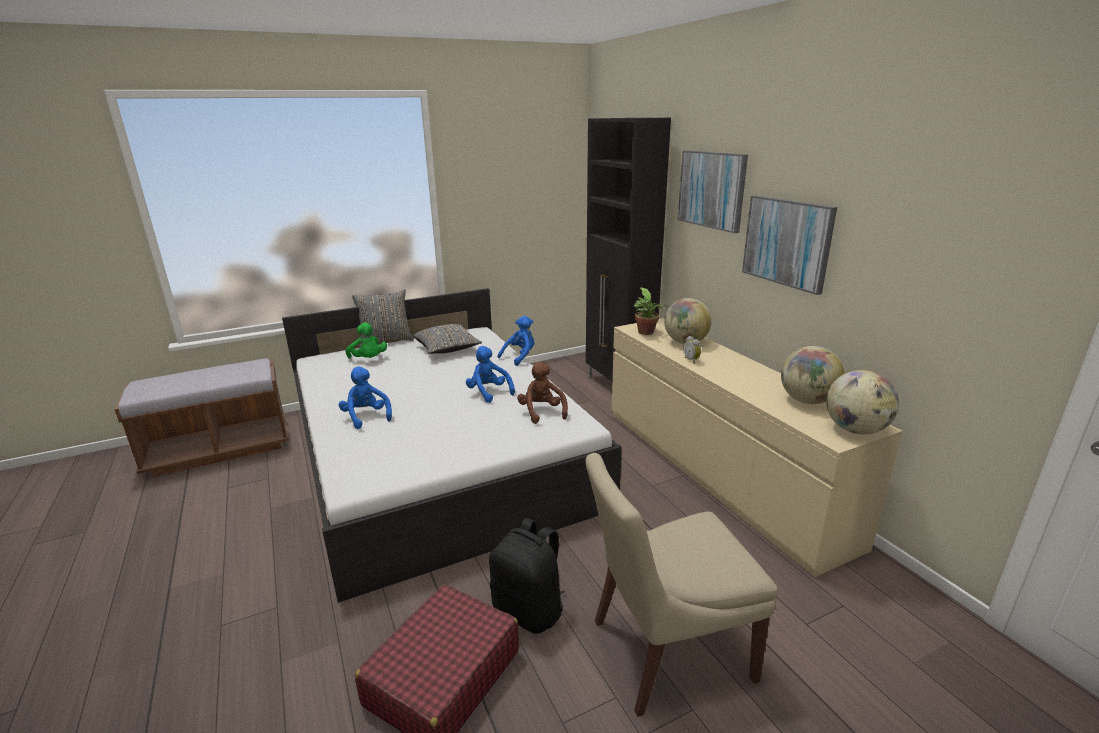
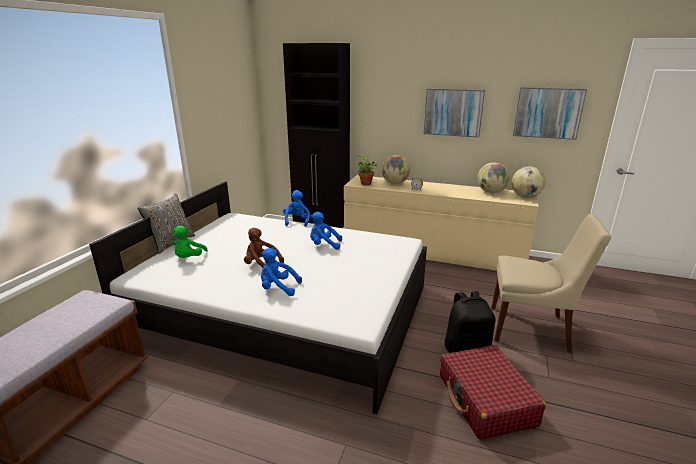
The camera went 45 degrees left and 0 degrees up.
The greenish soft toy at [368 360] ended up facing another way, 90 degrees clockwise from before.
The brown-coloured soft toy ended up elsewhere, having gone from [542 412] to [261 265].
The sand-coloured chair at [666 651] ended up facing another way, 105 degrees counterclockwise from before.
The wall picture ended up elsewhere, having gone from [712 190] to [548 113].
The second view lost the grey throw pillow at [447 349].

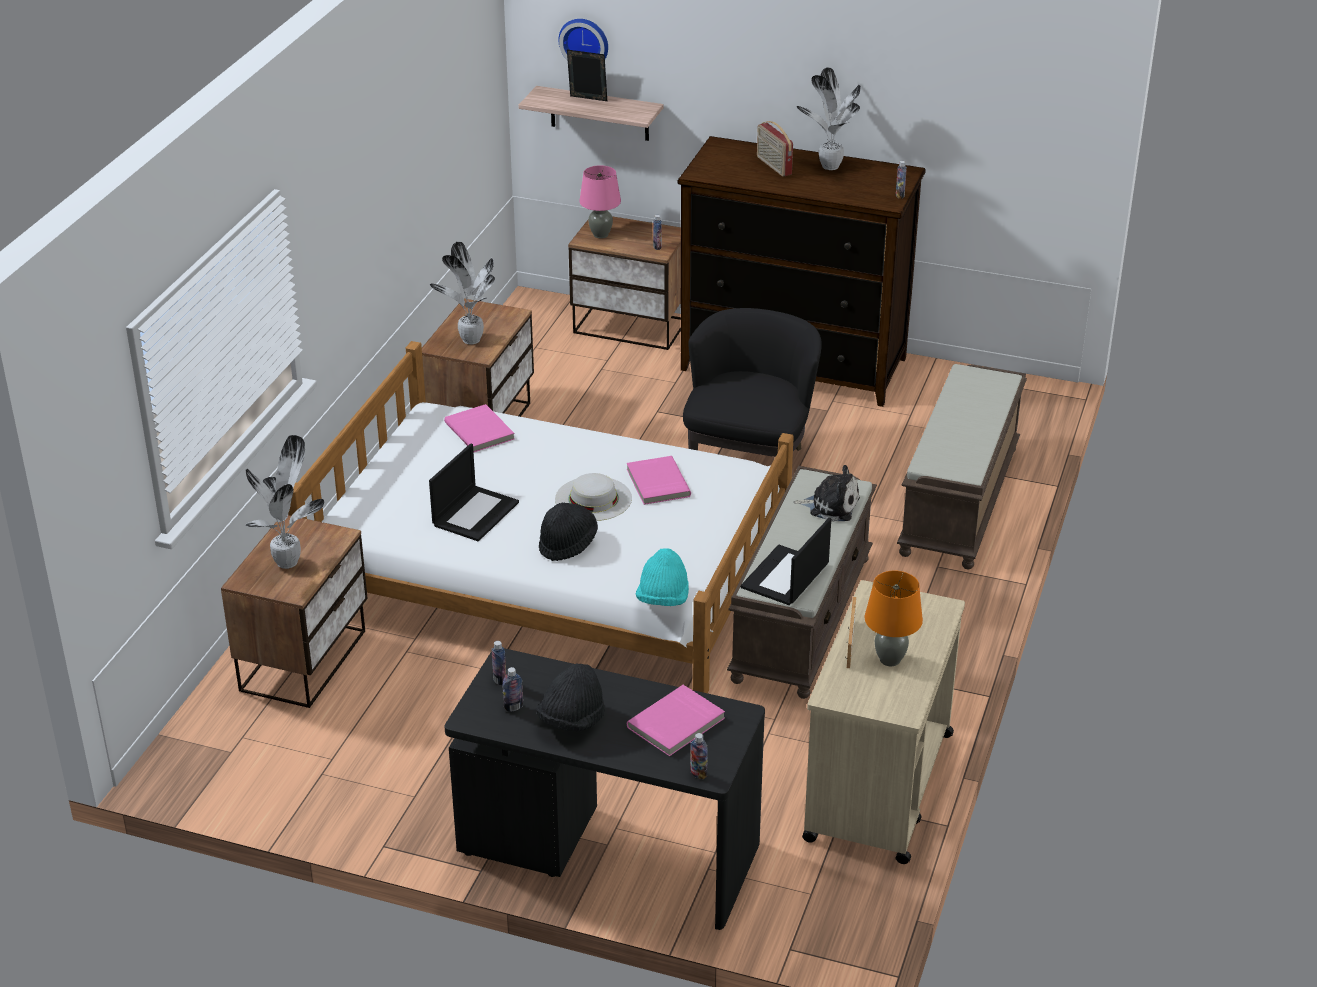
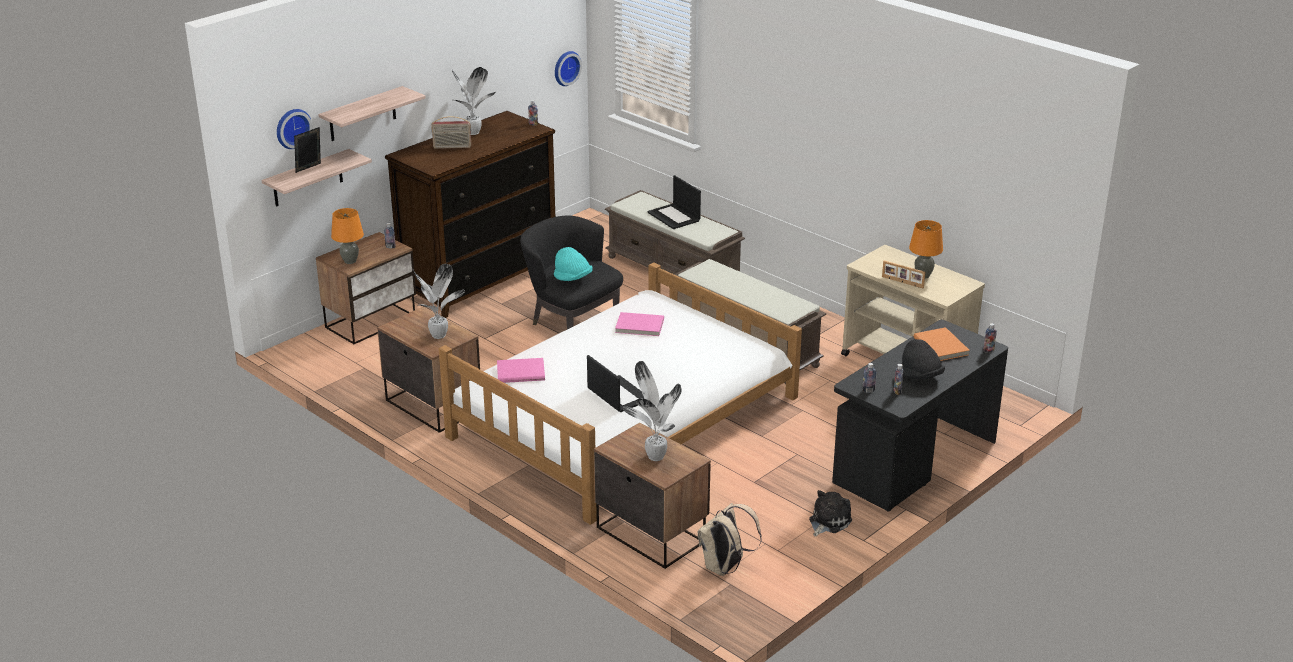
The camera went 65 degrees left and 5 degrees down.
The second view gained the bracket shelf at [362 114].
What was the pink lamp for a table at [600 235] turned into the orangey lamp for a table at [350 261].
The blue-green hat ended up elsewhere, having gone from [663 599] to [573 278].
The second view gained the hanging clock at [565 67].
The notebook computer ended up elsewhere, having gone from [785 577] to [674 217].
The second view gained the sand-coloured knapsack at [725 568].
The soft toy ended up elsewhere, having gone from [831 505] to [828 521].
What was the pink book at [677 724] turned into the orangey book at [942 346].
The second view lost the blackish hat at [567 544].
The second view lost the white-coloured hat at [593 498].

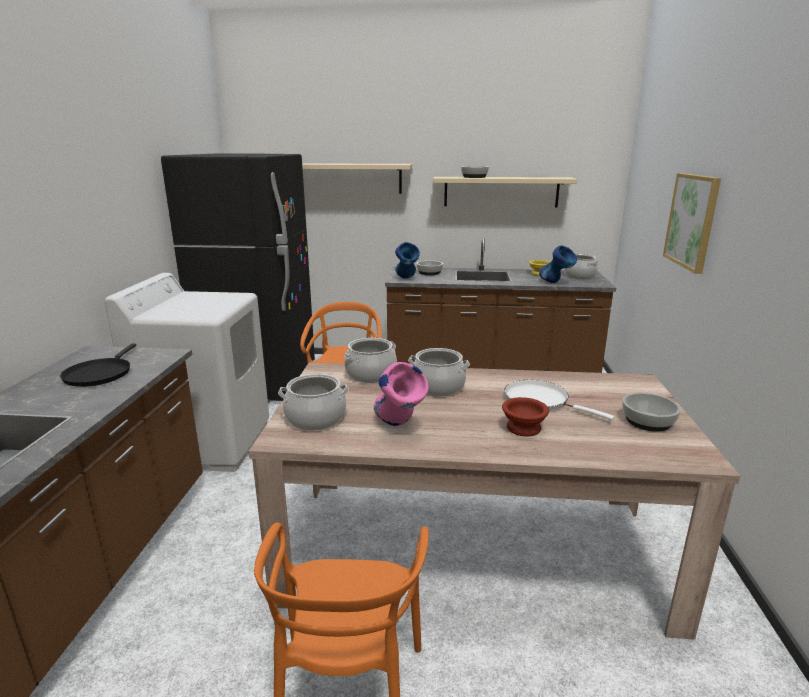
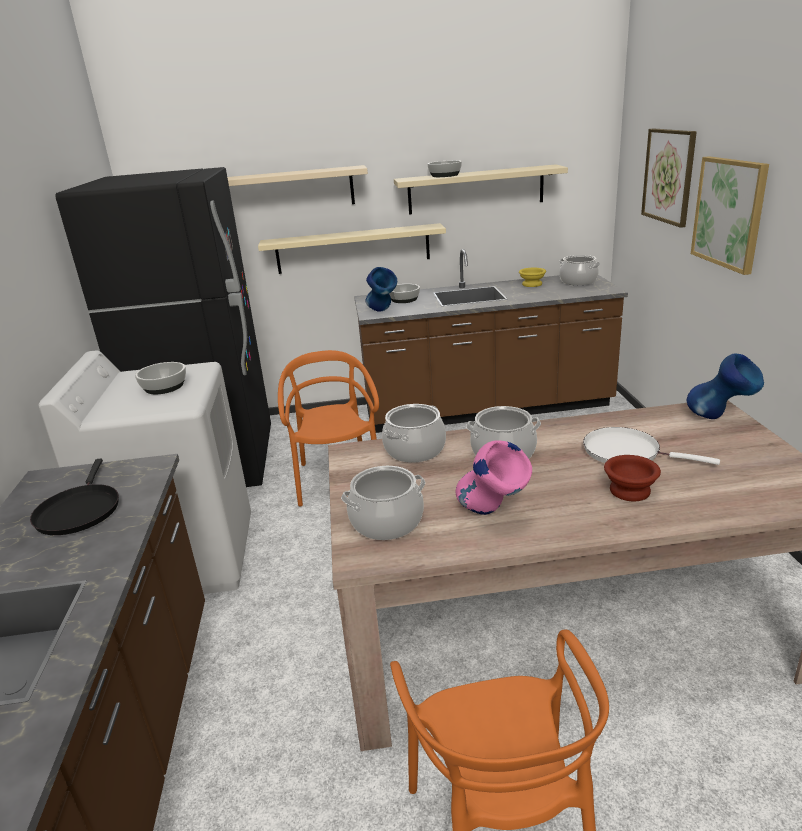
The camera went 10 degrees left and 5 degrees up.
The bowl ended up elsewhere, having gone from [648 421] to [165 387].
The second view gained the sand-coloured bracket shelf at [353 249].
The second view gained the wall picture at [669 176].
The blue-coloured flower vase ended up elsewhere, having gone from [556 283] to [720 419].

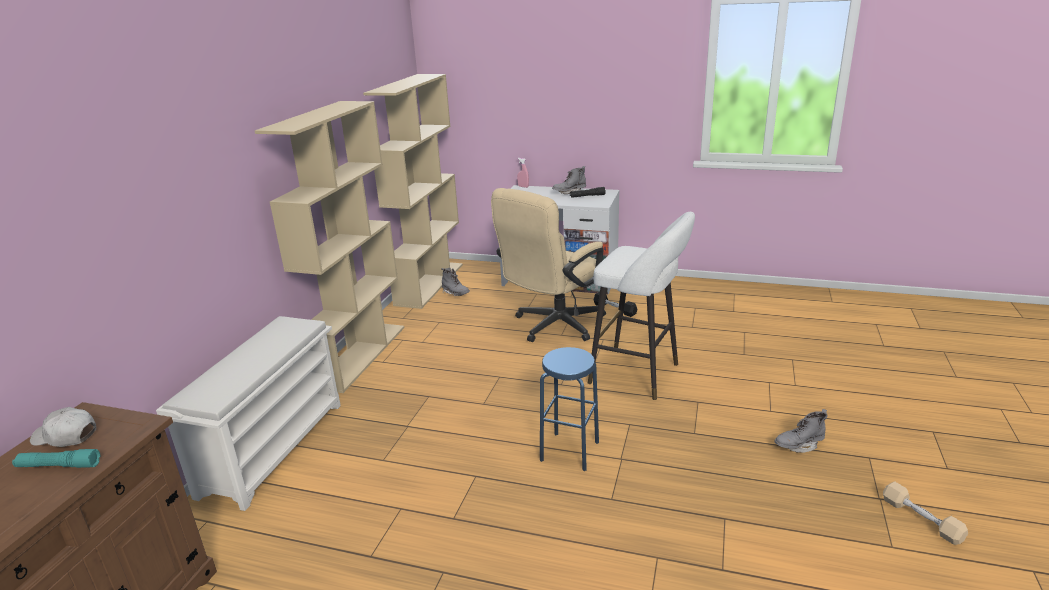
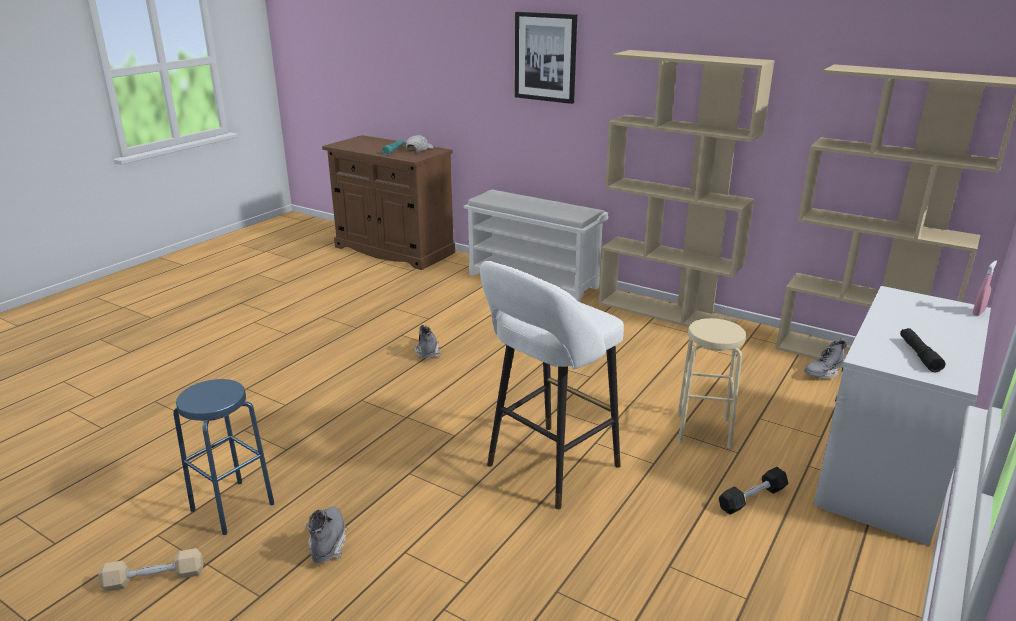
The camera went 105 degrees right and 0 degrees up.
The blue-coloured stool ended up elsewhere, having gone from [569 451] to [233 507].
The grey tall boot ended up elsewhere, having gone from [569 192] to [427 351].
The second view gained the wall picture at [545 57].
Where the sand-coloured computer chair stood at [553 326], the sand-coloured stool came to stand at [703 430].

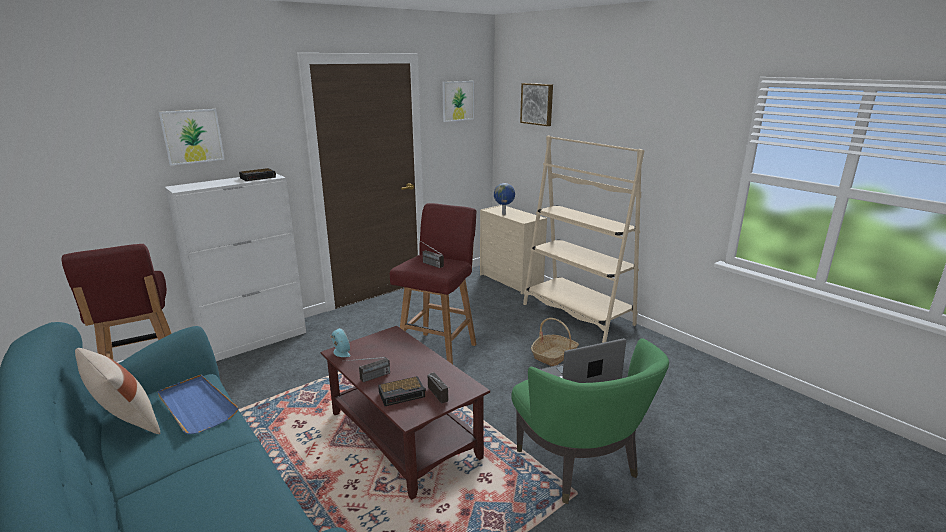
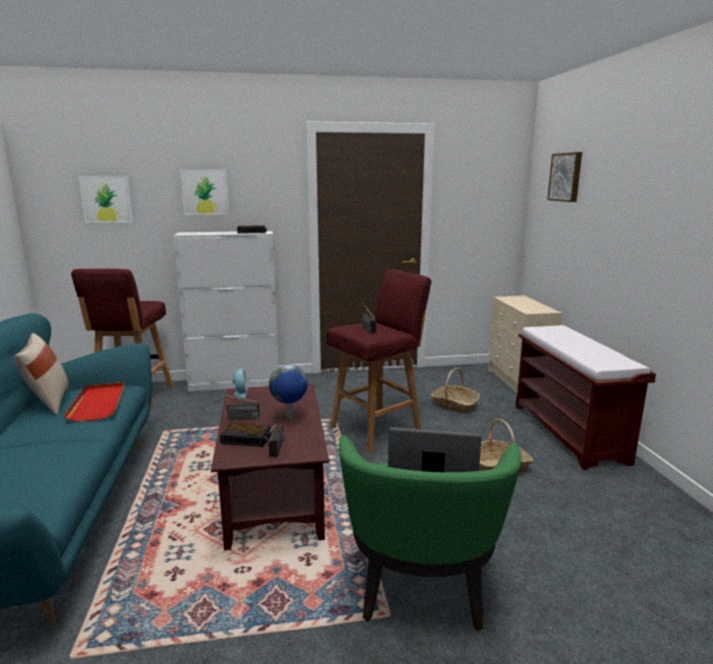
The camera went 30 degrees right and 5 degrees down.
What was the blue-coloured serving tray at [196 406] turned into the red-coloured serving tray at [99 403].
The wall picture ended up elsewhere, having gone from [457 101] to [106 199].
The desk globe ended up elsewhere, having gone from [504 214] to [290 418].
The second view gained the storage basket at [454 405].
Where the sand-coloured shelving unit stood at [577 314], the brown-coloured long seat came to stand at [569 433].

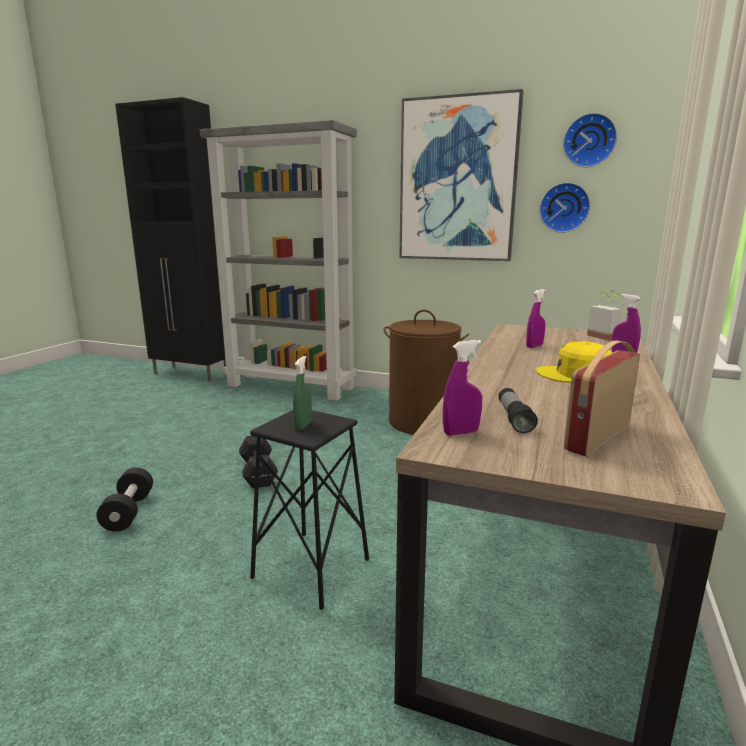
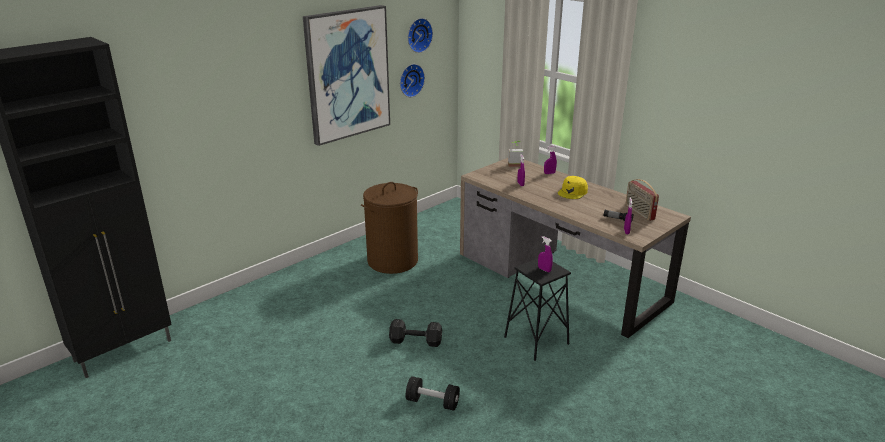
The camera went 65 degrees left and 10 degrees up.
What was the greenish hand sprayer at [303 426] turned into the purple hand sprayer at [544 270].
The second view lost the grey shelving unit at [292 386].

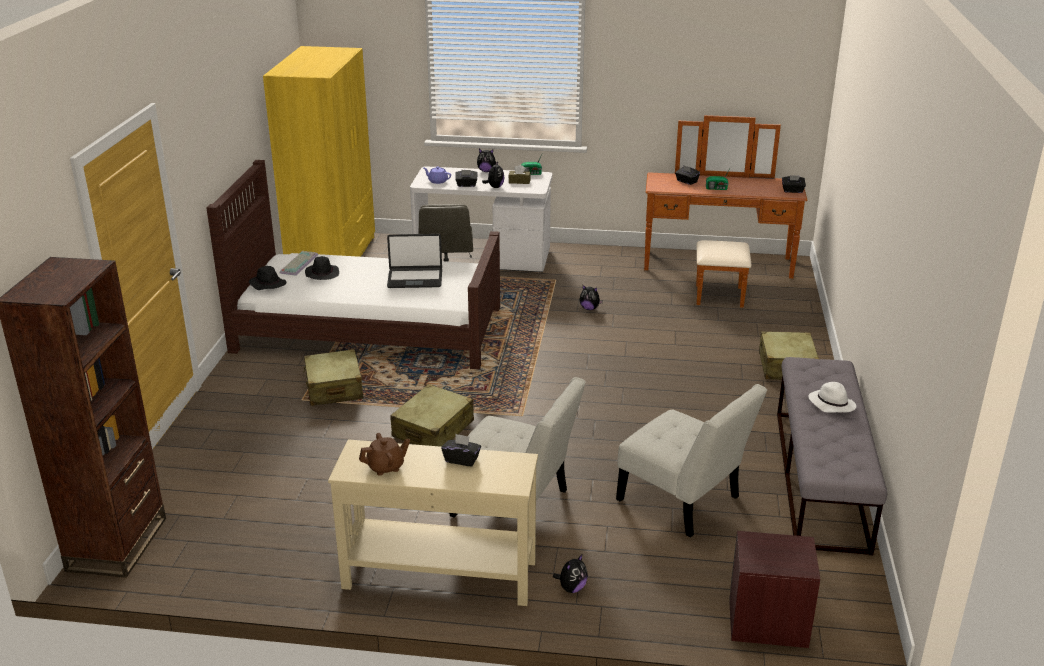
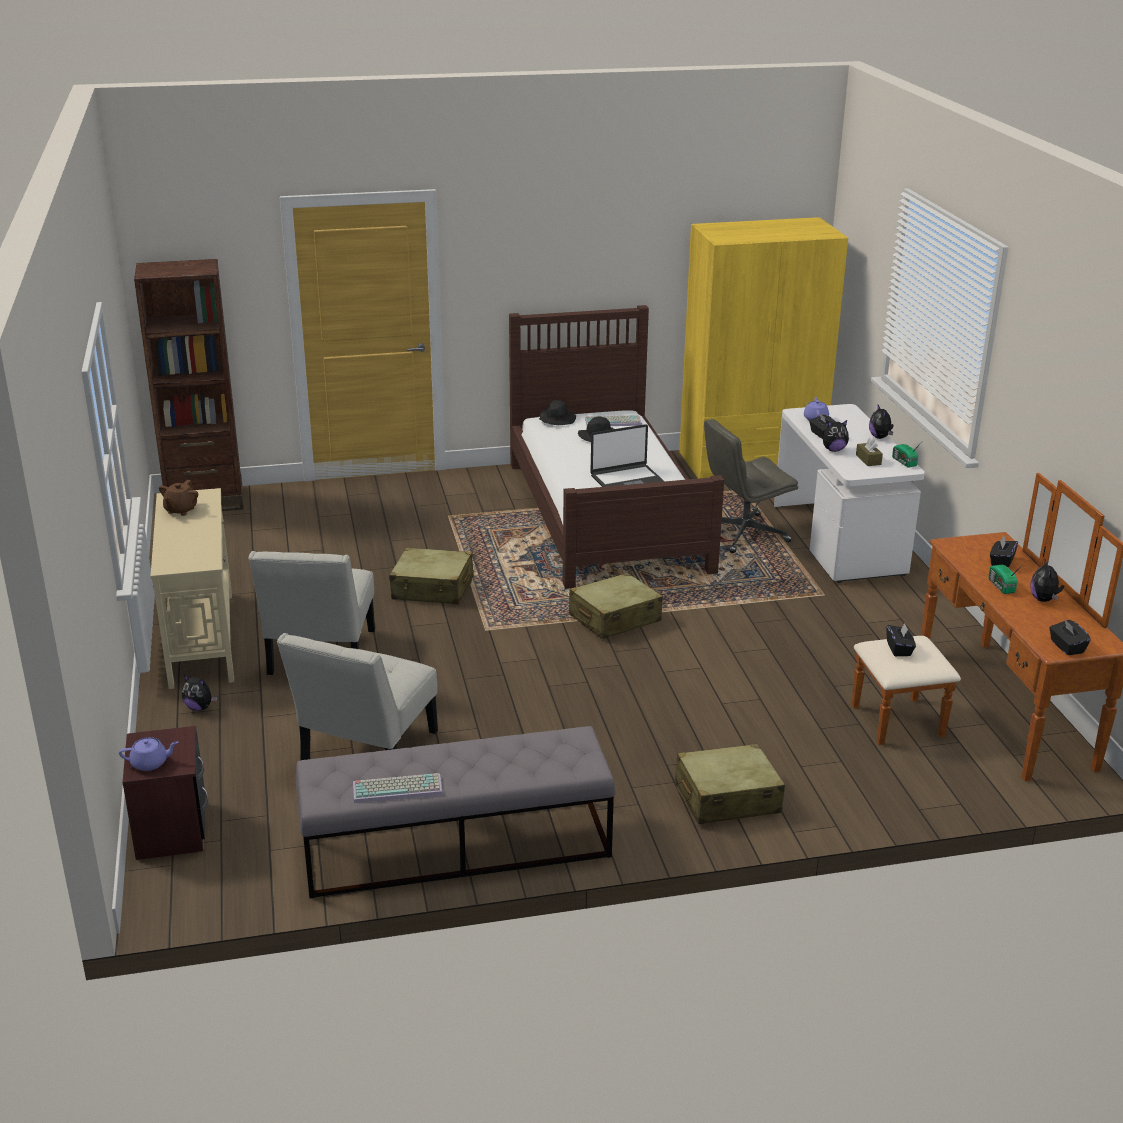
The camera went 70 degrees right and 0 degrees up.
The second view gained the purple tea pot at [150 763].
The brown-coloured tea pot at [386 467] ended up facing another way, 60 degrees clockwise from before.
The second view gained the computer keyboard at [398 788].
The sand-coloured suitcase ended up elsewhere, having gone from [334 388] to [614 618].
The notebook computer at [415 279] ended up facing another way, 90 degrees counterclockwise from before.
The blackish tissue box ended up elsewhere, having gone from [461 459] to [899 649].
The soft toy ended up elsewhere, having gone from [589 308] to [1044 599].
The second view lost the white-coloured hat at [831 404].

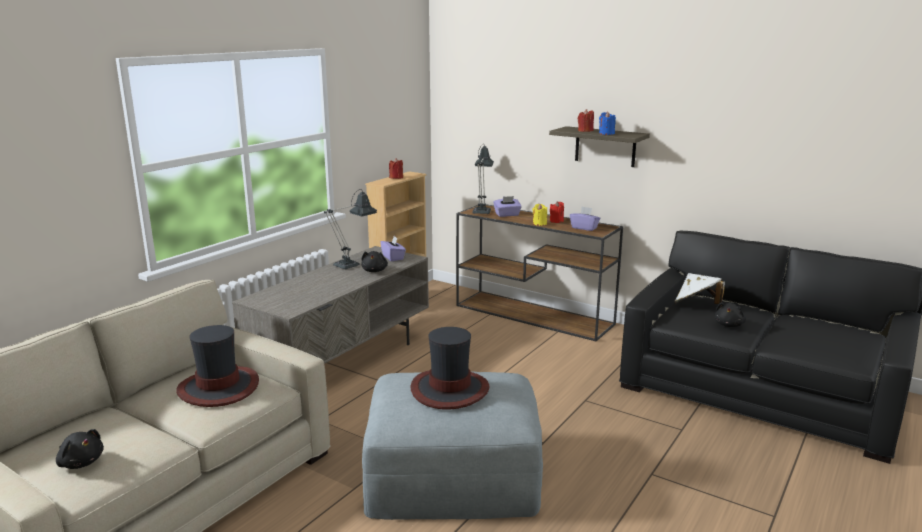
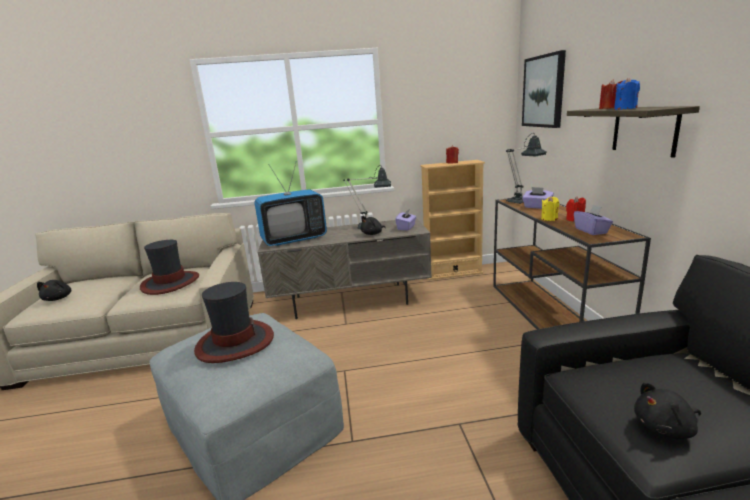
The camera went 50 degrees right and 0 degrees up.
The second view gained the TV at [294 239].
The second view gained the wall picture at [544 91].
The second view lost the white-coloured hat at [696 305].

